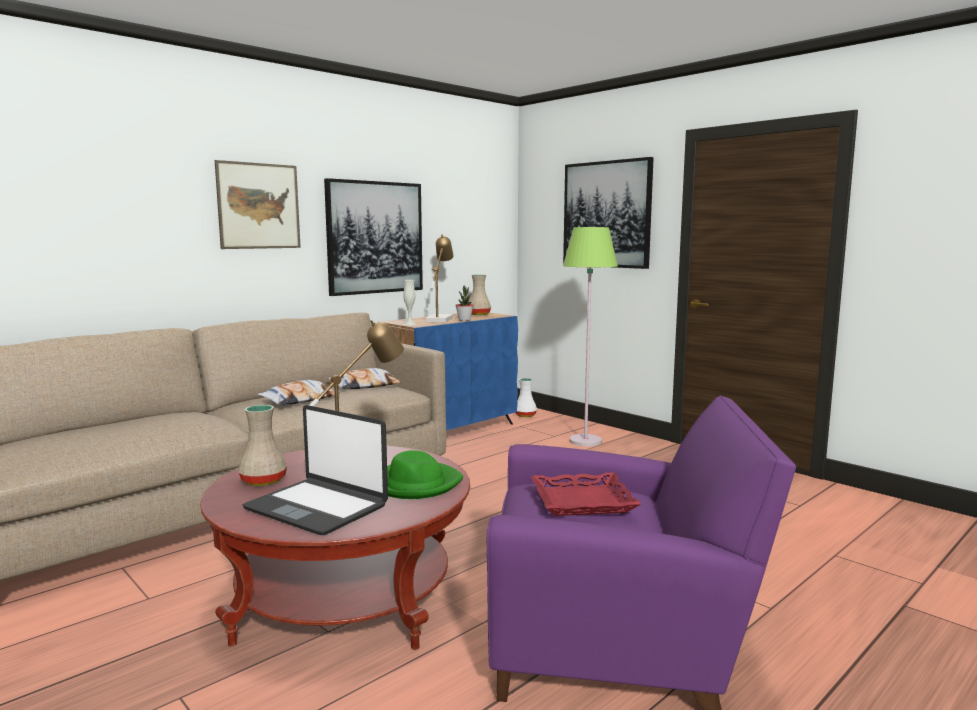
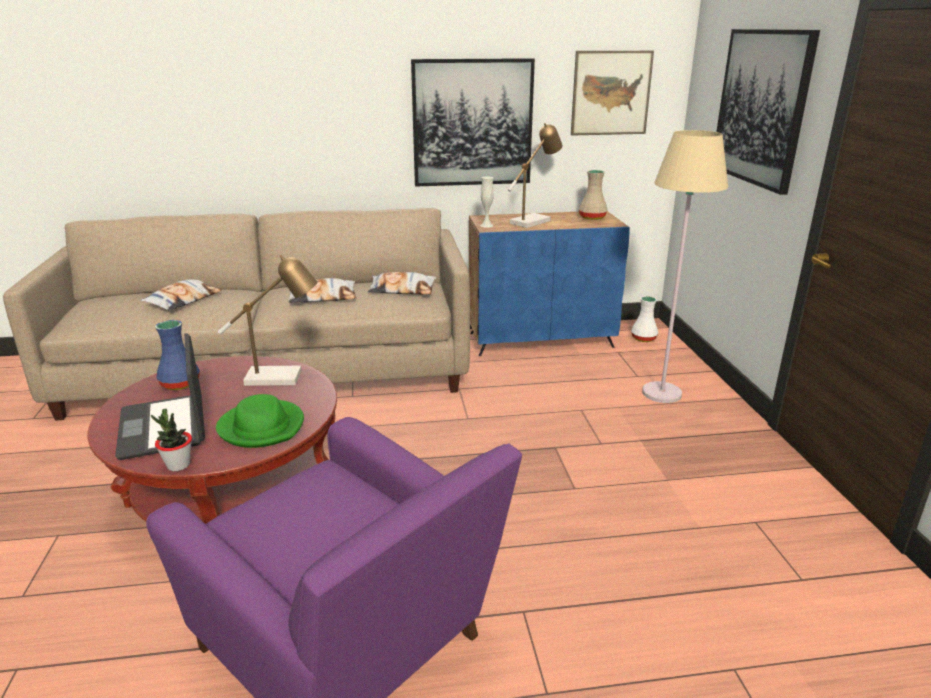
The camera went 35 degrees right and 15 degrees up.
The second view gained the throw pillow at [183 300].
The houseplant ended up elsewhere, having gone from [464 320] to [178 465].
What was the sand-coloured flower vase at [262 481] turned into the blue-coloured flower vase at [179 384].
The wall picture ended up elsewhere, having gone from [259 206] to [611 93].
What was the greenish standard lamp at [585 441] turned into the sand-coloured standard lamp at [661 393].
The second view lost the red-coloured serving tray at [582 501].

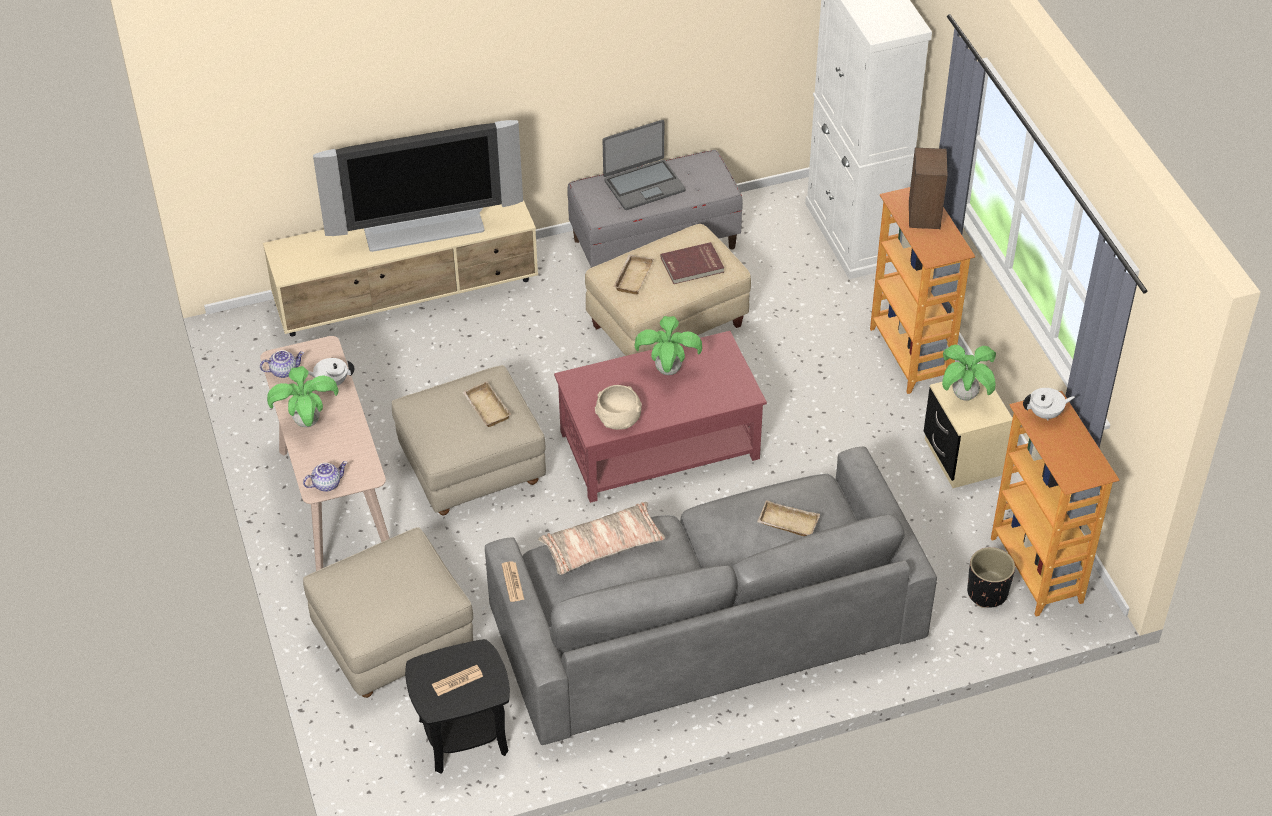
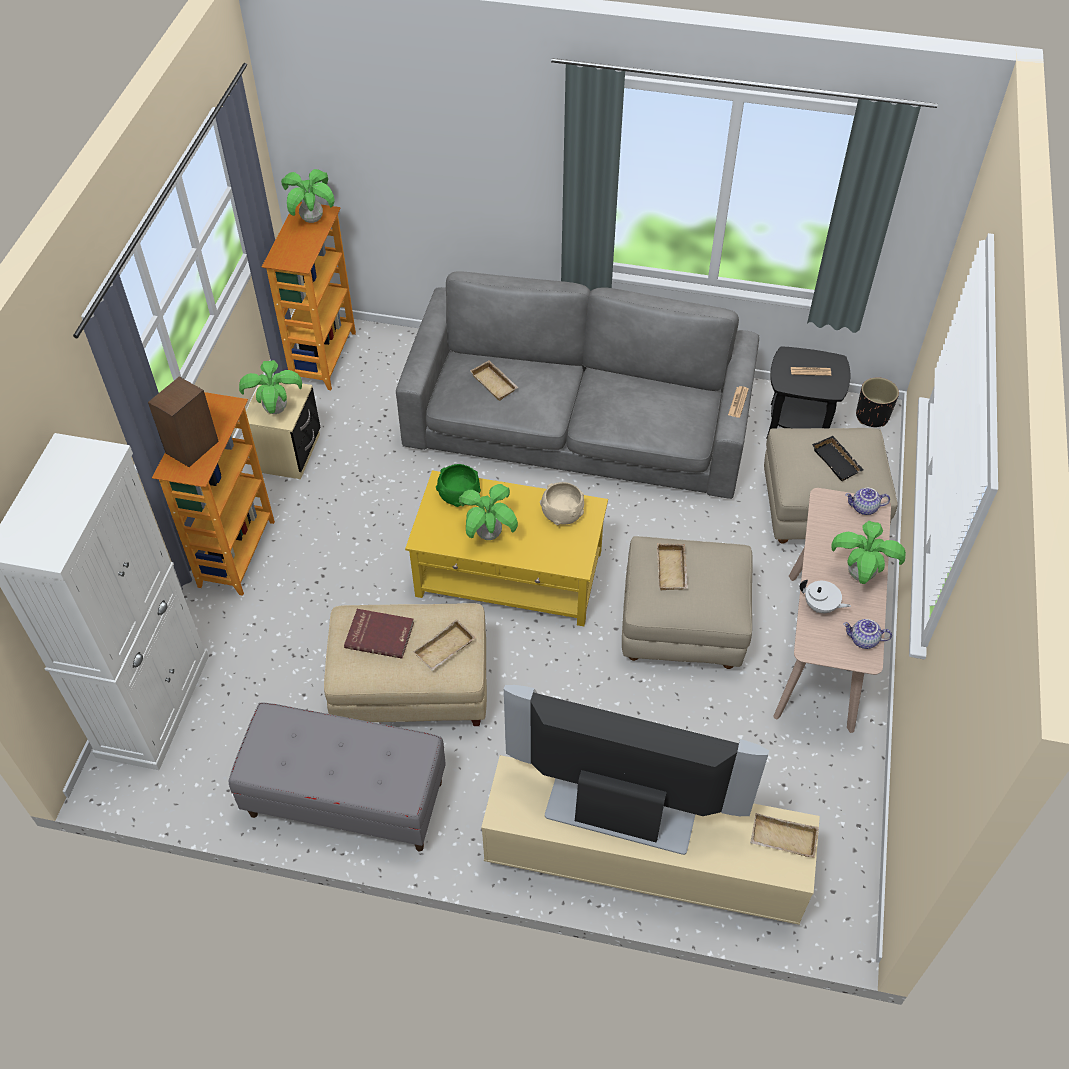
The camera went 150 degrees left and 5 degrees up.
The second view gained the houseplant at [312 219].
What was the red-coloured low table at [658 445] turned into the yellow-coloured low table at [510 574].
The second view gained the greenish bowl at [458 493].
The second view gained the sand-coloured serving tray at [782 840].
The second view gained the blackish serving tray at [838 461].
The blackish flower pot ended up elsewhere, having gone from [987 593] to [872 416].
The second view lost the throw pillow at [603 547].
The second view lost the notebook computer at [643 185].
The second view lost the white-coloured tea pot at [1045 413].

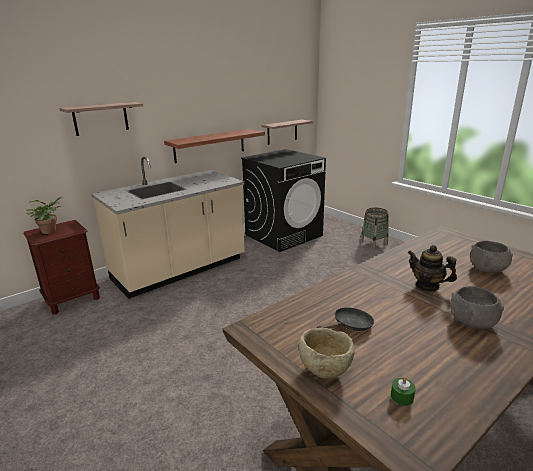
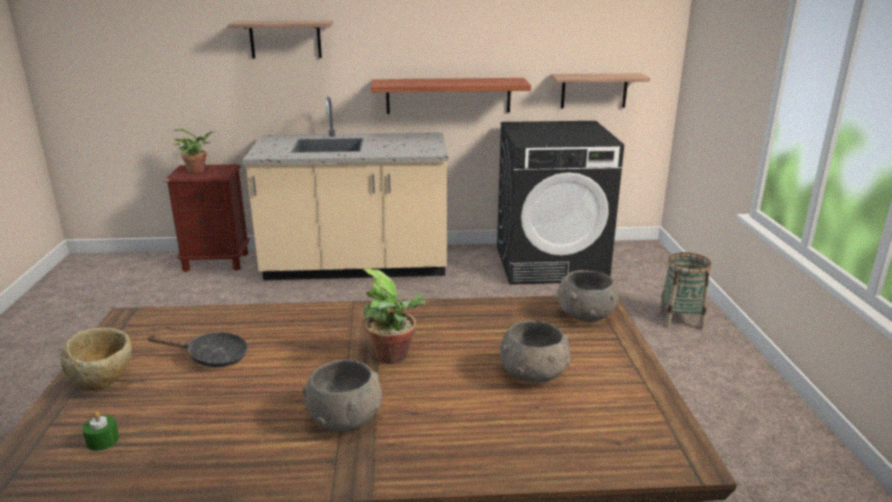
The camera went 35 degrees right and 0 degrees up.
Where the tea pot stood at [427 286], the houseplant came to stand at [395 357].
The second view gained the grey bowl at [584 315].

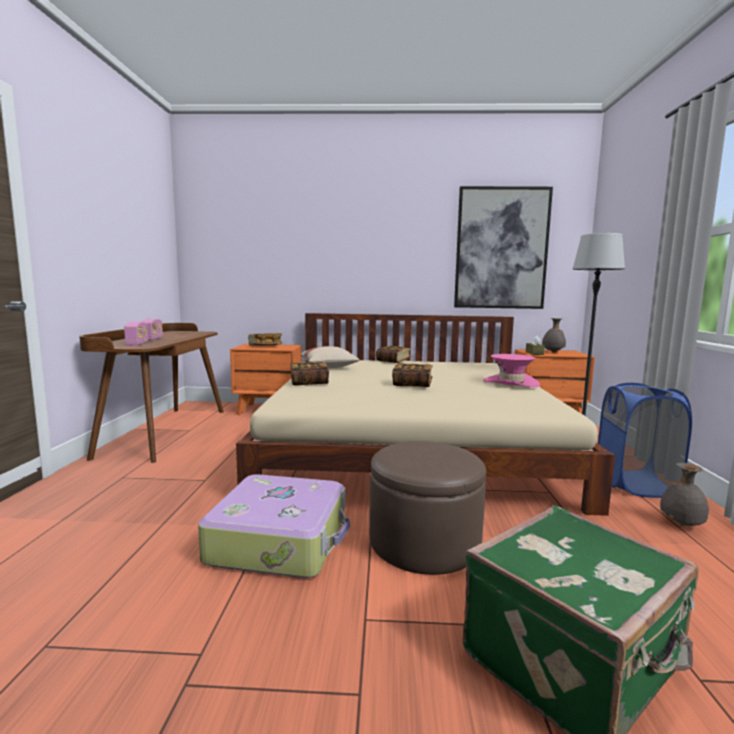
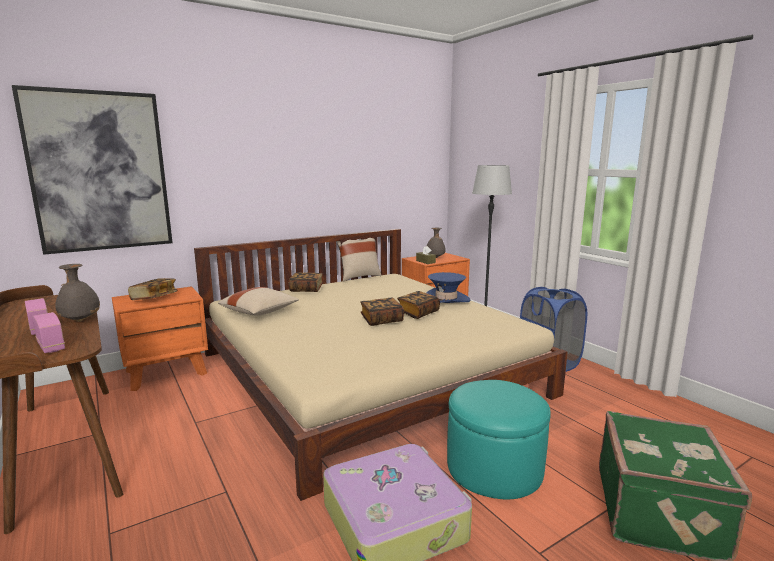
The camera went 35 degrees left and 5 degrees up.
The wall picture ended up elsewhere, having gone from [501 248] to [100 172].
The grey flower vase ended up elsewhere, having gone from [681 524] to [80 320].
The second view gained the sand-coloured throw pillow at [359 277].
The book ended up elsewhere, having gone from [309 382] to [418 313].
What was the pink hat at [510 383] turned into the blue-coloured hat at [446 299].
What was the brown-coloured ottoman at [424 541] turned into the blue-green ottoman at [494 467].

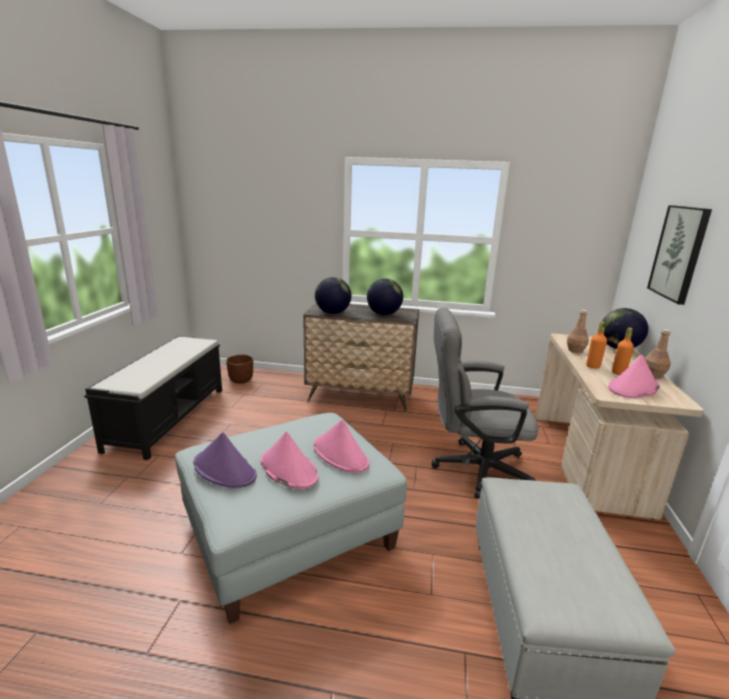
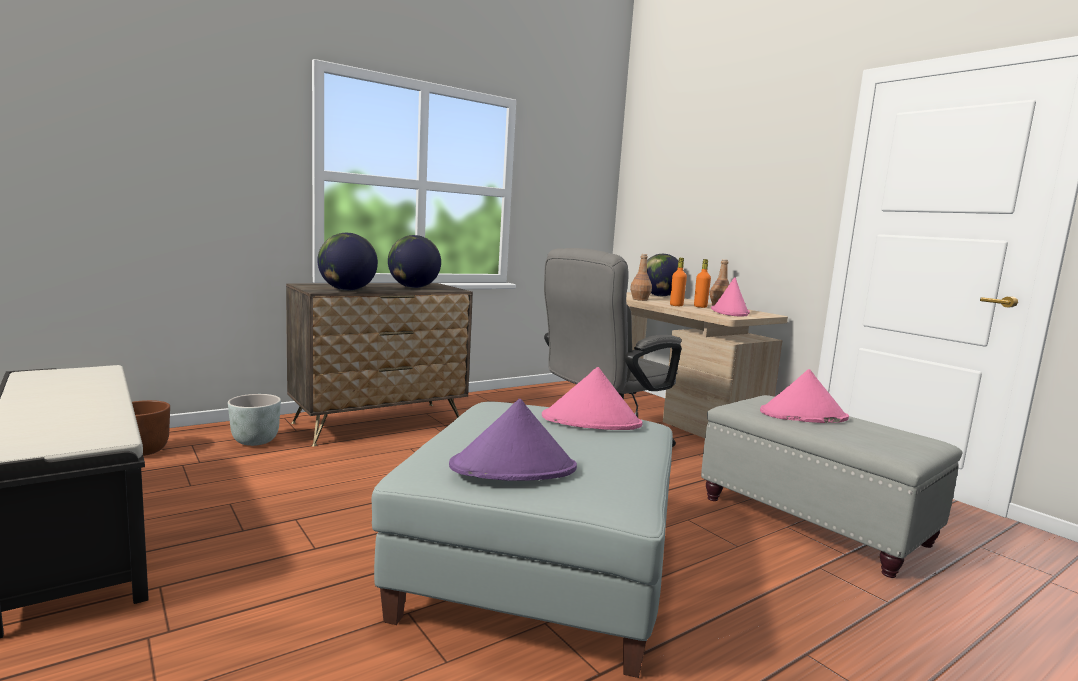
The camera went 45 degrees left and 10 degrees down.
The second view gained the grey flower pot at [255 441].
The pink hat ended up elsewhere, having gone from [288 469] to [803 415].
The second view lost the wall picture at [679 253].

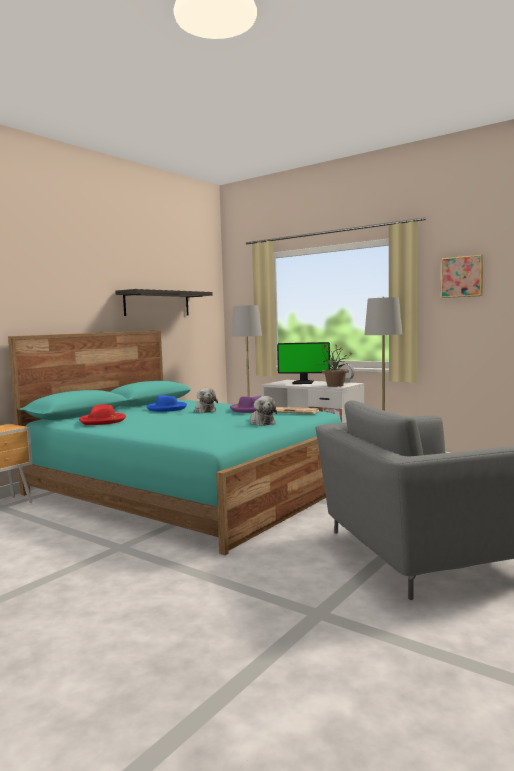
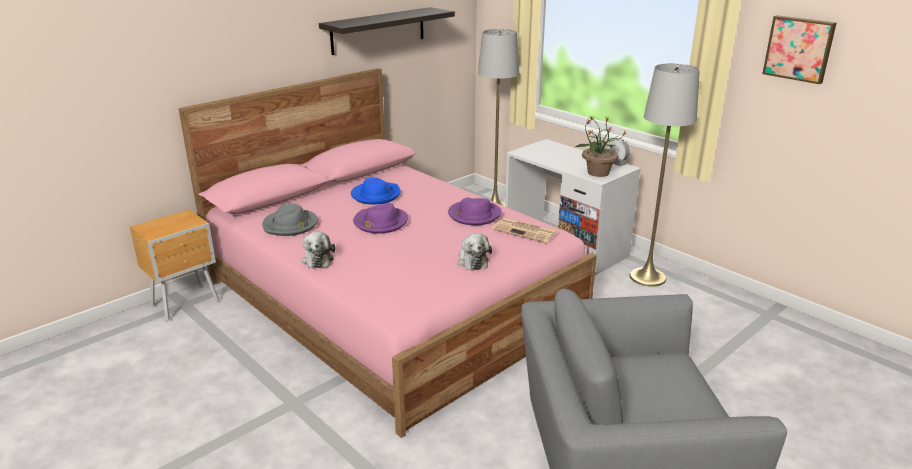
The camera went 10 degrees right and 20 degrees up.
What was the blue-green bed at [185 490] turned into the pink bed at [391 300].
What was the red-coloured hat at [102 421] turned into the grey hat at [290 225].
The soft toy ended up elsewhere, having gone from [204 411] to [317 259].
The second view gained the purple hat at [380 223].
The second view lost the computer screen at [303 382].

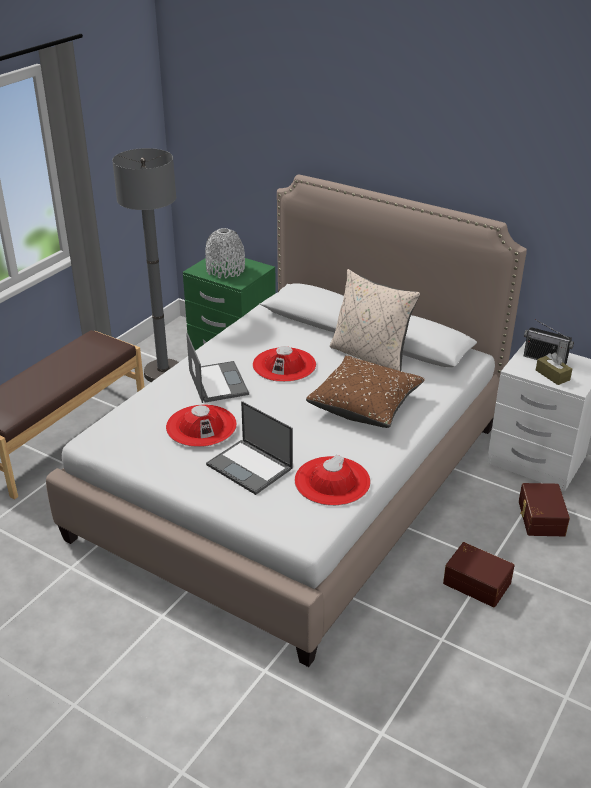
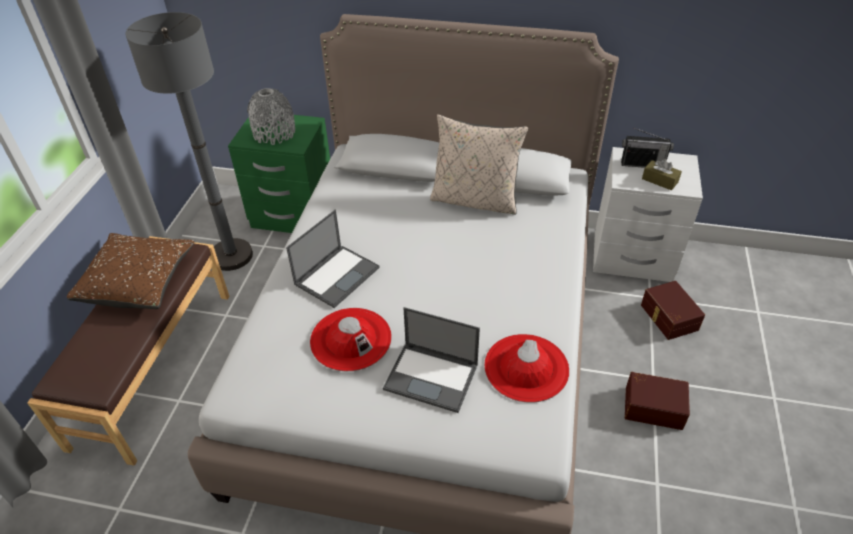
The camera went 20 degrees left and 10 degrees up.
The brown-coloured throw pillow ended up elsewhere, having gone from [365 405] to [139 282].
The notebook computer at [217 382] ended up facing another way, 75 degrees clockwise from before.
The second view lost the red-coloured hat at [284 365].

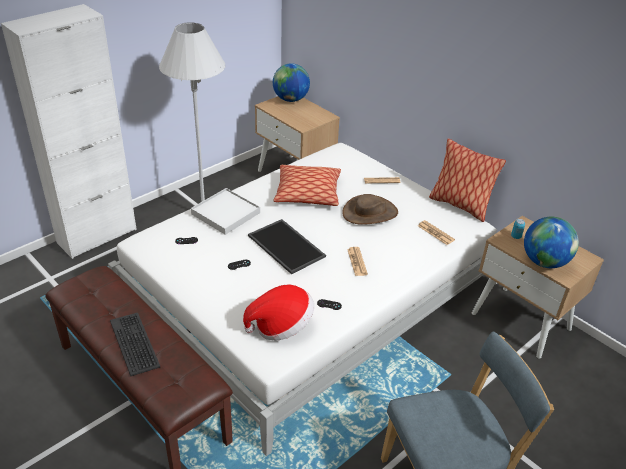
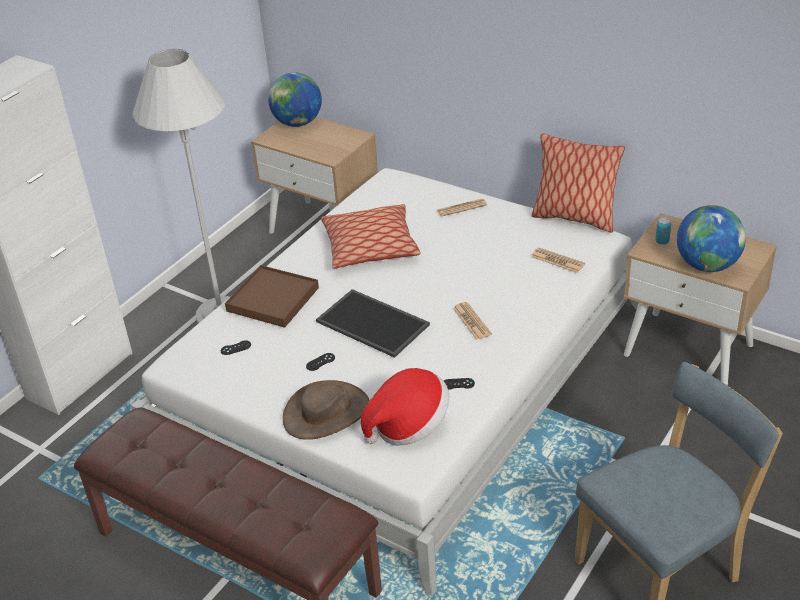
The camera went 10 degrees left and 0 degrees up.
What was the white-coloured serving tray at [226 213] turned into the brown-coloured serving tray at [273 299].
The brown-coloured hat ended up elsewhere, having gone from [370 213] to [326 413].
The second view lost the computer keyboard at [135 343].

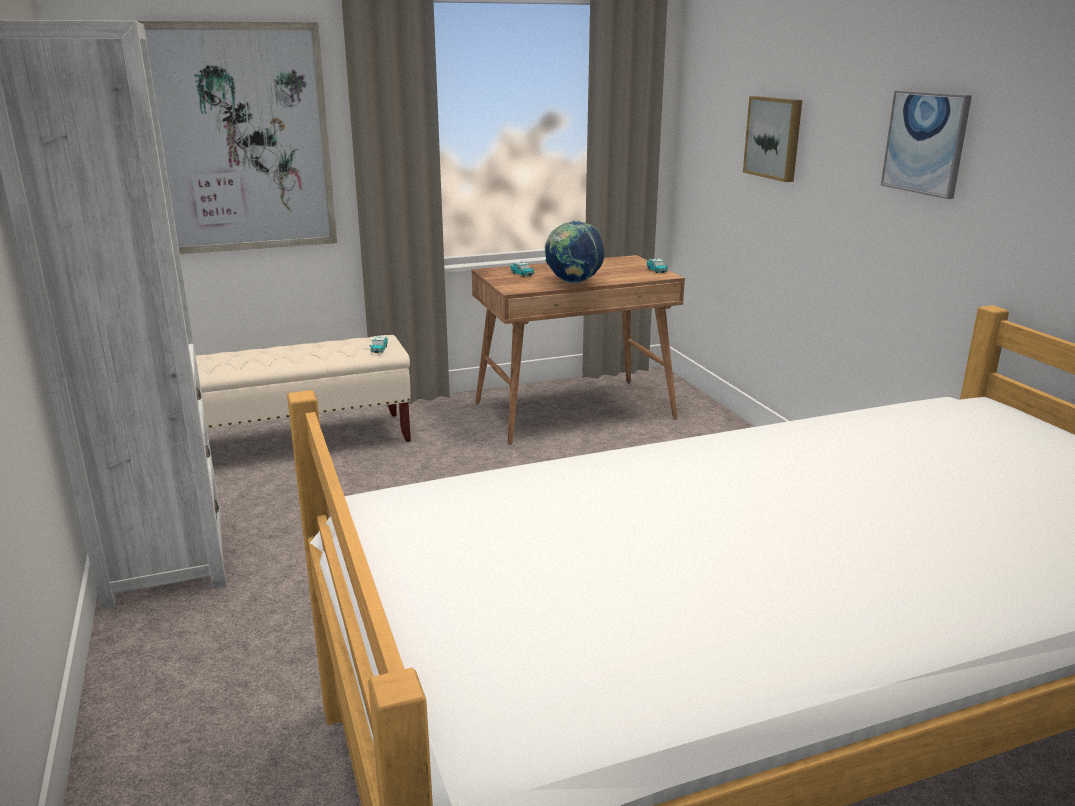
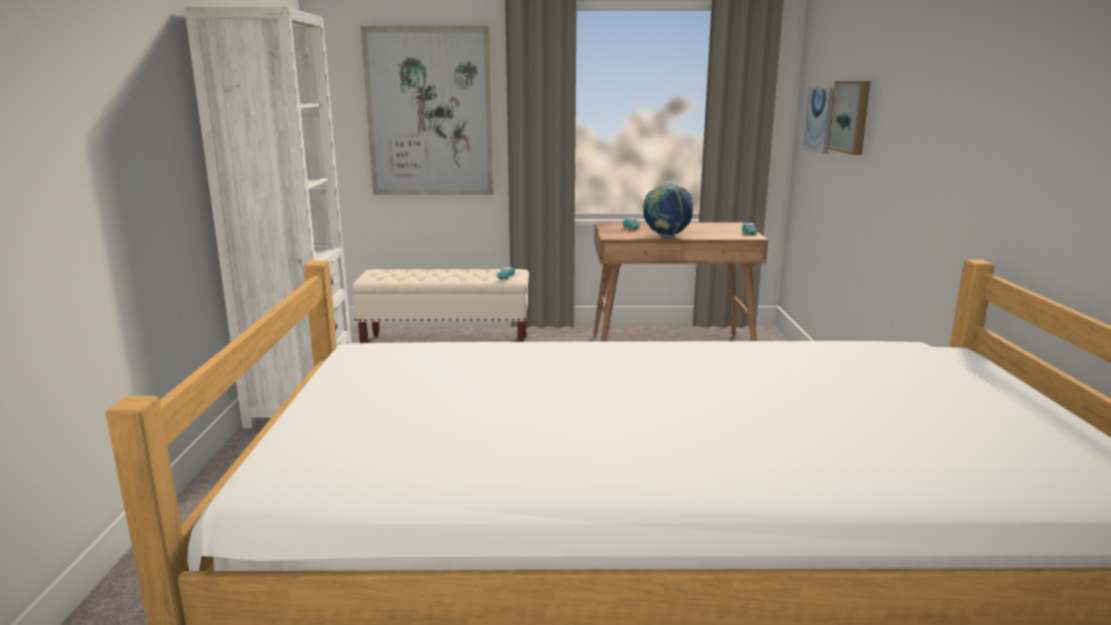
The camera went 20 degrees right and 5 degrees down.
The wall picture ended up elsewhere, having gone from [925 143] to [820 119].

